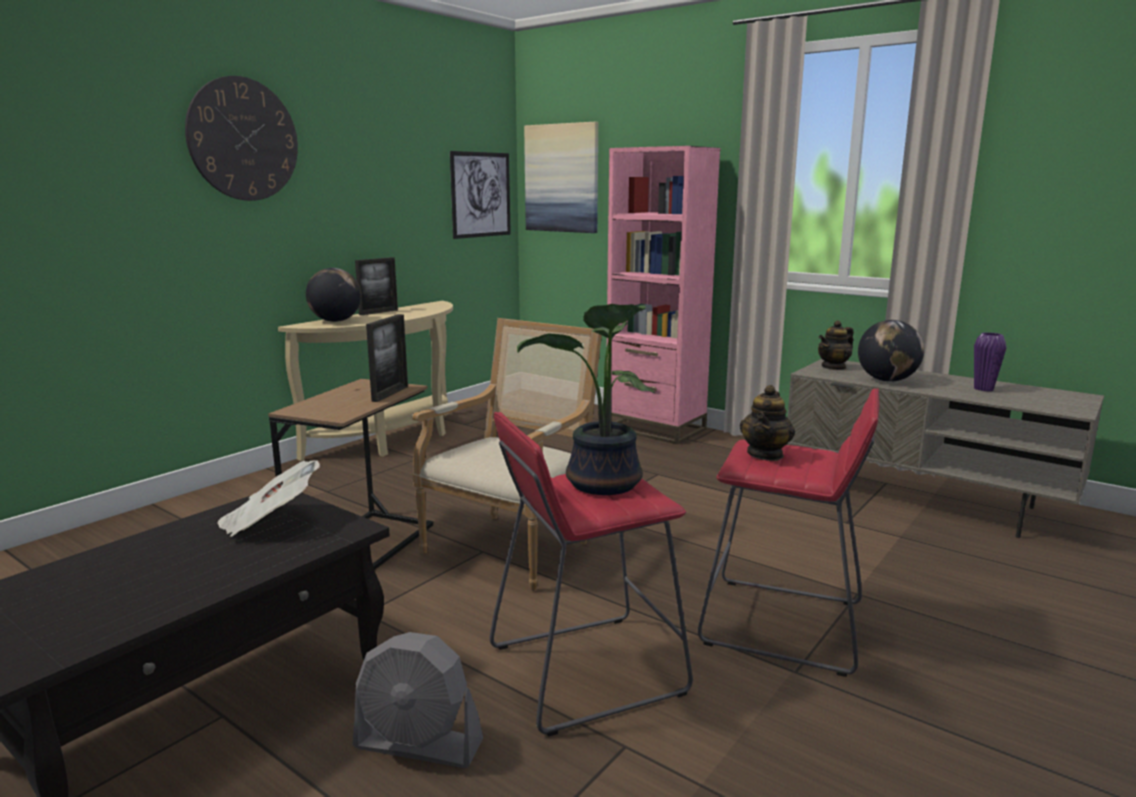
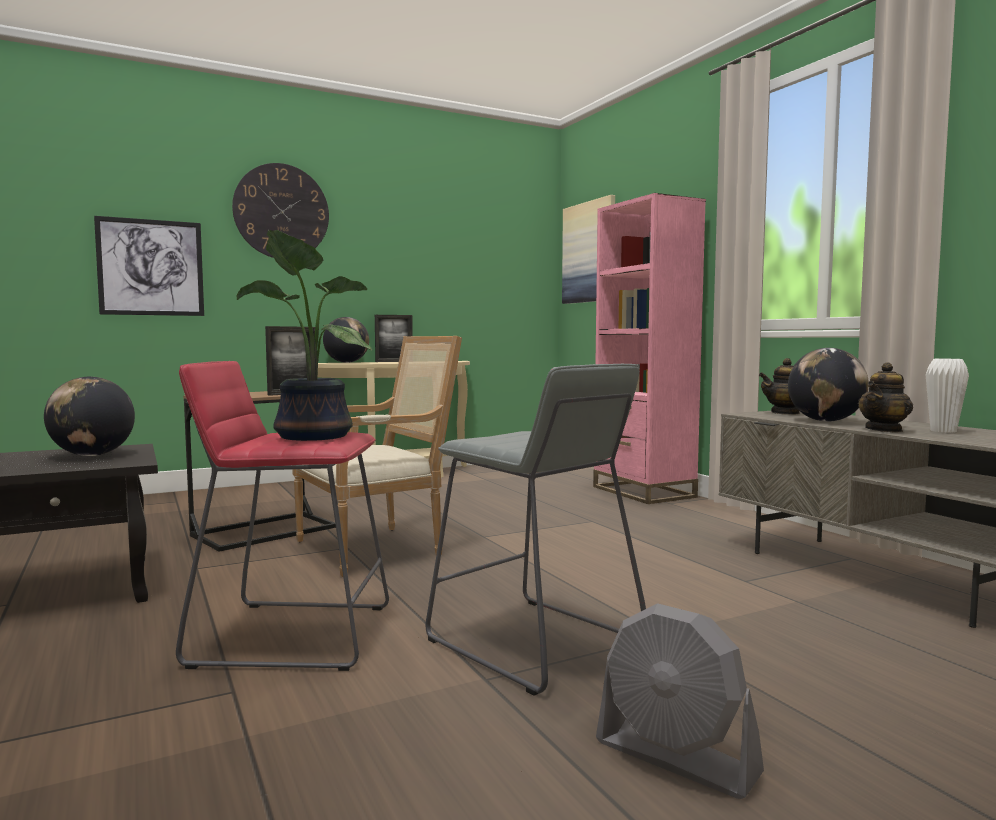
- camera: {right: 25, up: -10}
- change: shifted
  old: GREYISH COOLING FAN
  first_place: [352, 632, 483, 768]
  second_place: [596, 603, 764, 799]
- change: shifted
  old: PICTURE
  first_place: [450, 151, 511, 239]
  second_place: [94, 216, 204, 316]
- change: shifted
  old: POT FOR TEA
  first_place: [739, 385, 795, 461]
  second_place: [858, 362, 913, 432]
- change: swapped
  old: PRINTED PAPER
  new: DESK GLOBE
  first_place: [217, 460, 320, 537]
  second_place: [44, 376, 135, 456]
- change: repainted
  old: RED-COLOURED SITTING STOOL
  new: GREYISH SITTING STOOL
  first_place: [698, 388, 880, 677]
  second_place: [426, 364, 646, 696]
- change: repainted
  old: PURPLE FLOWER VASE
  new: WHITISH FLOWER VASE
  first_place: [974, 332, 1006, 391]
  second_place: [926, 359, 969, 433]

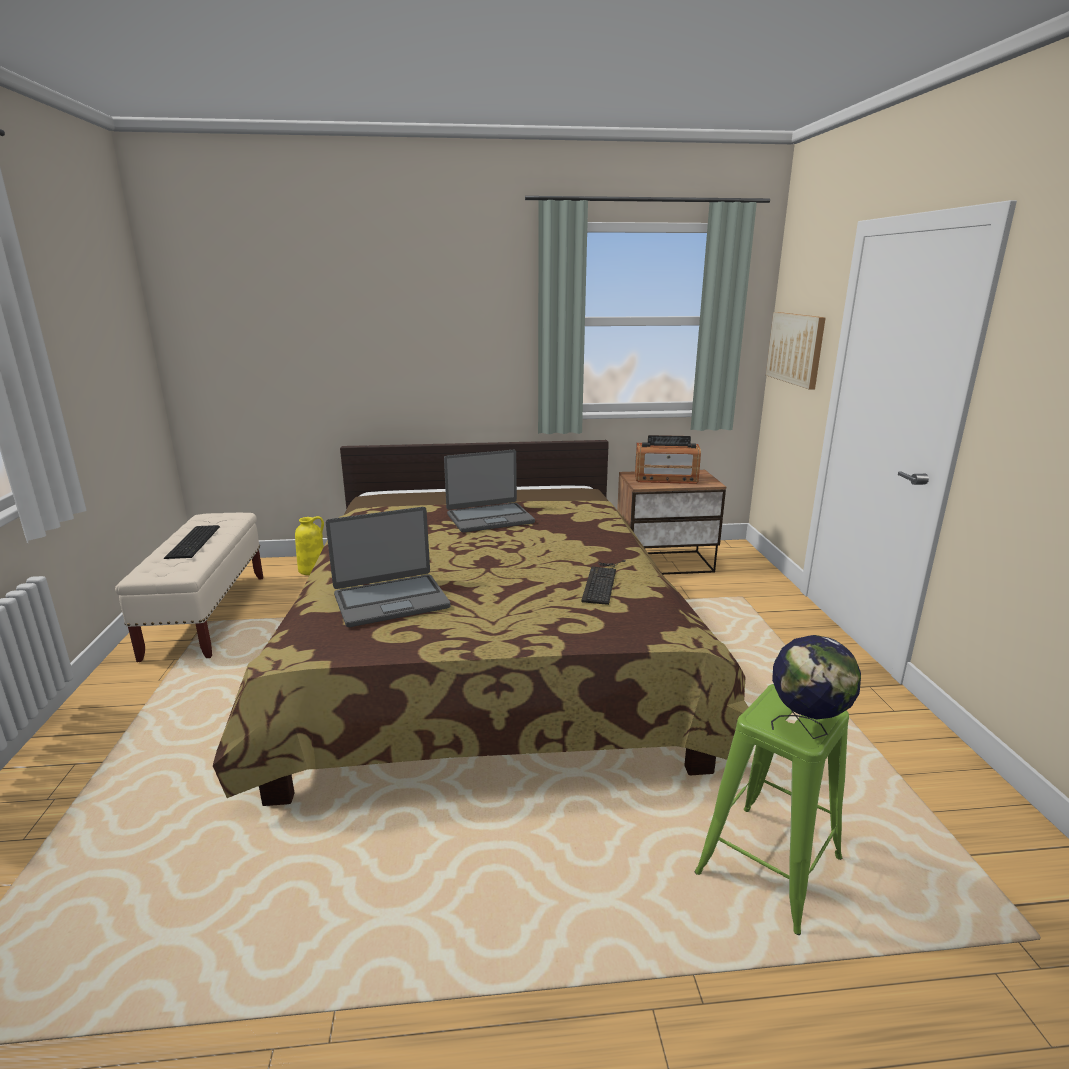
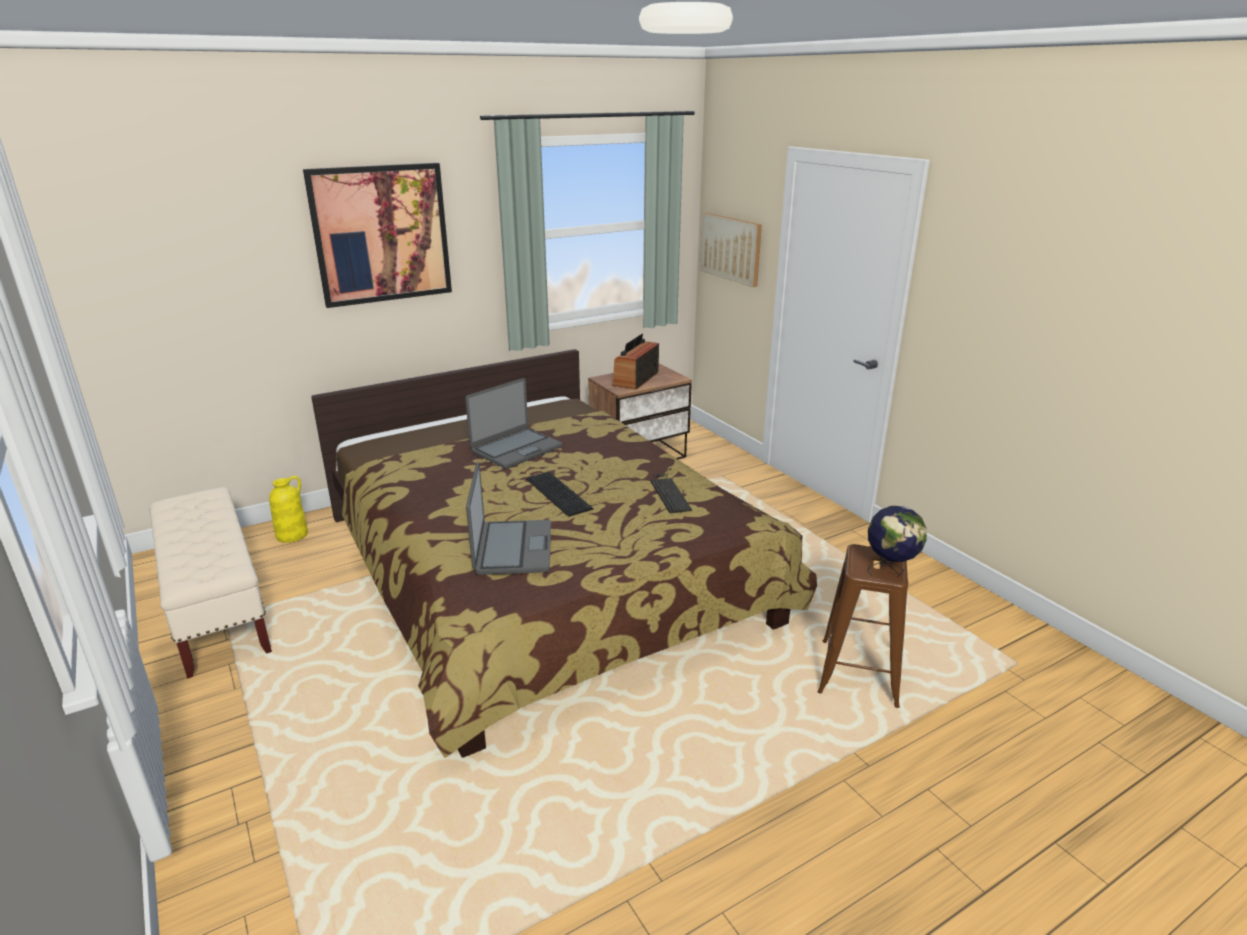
- camera: {right: -25, up: 5}
- change: new
  new: PICTURE
  second_place: [303, 163, 452, 308]
- change: shifted
  old: KEYBOARD
  first_place: [164, 525, 220, 559]
  second_place: [526, 472, 594, 517]
- change: repainted
  old: GREENISH SITTING STOOL
  new: BROWN-COLOURED SITTING STOOL
  first_place: [695, 684, 849, 935]
  second_place: [817, 544, 908, 708]
- change: rotated
  old: PORTABLE COMPUTER
  first_place: [326, 507, 451, 627]
  second_place: [466, 462, 551, 575]
  degrees: -45
- change: rotated
  old: RADIO SET
  first_place: [635, 435, 701, 484]
  second_place: [612, 334, 659, 390]
  degrees: 135

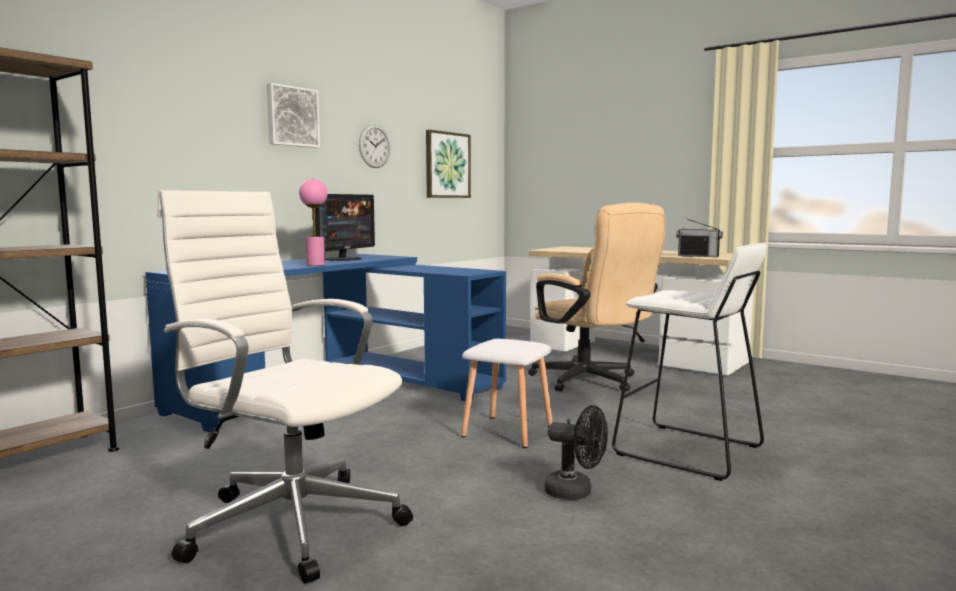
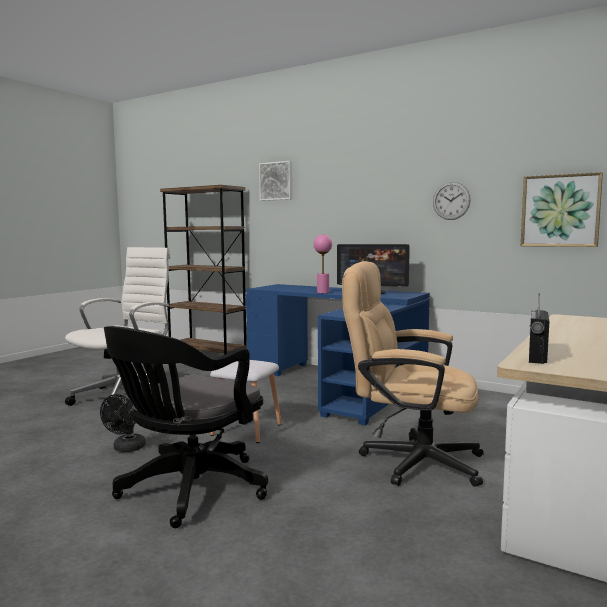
- camera: {right: 85, up: 0}
- change: shifted
  old: PICTURE
  first_place: [267, 83, 320, 148]
  second_place: [259, 161, 292, 201]
- change: swapped
  old: WHITISH SITTING STOOL
  new: BLACKISH OFFICE CHAIR
  first_place: [612, 243, 767, 481]
  second_place: [104, 326, 268, 528]
- change: rotated
  old: BEIGE OFFICE CHAIR
  first_place: [528, 203, 666, 392]
  second_place: [342, 261, 484, 487]
  degrees: 60

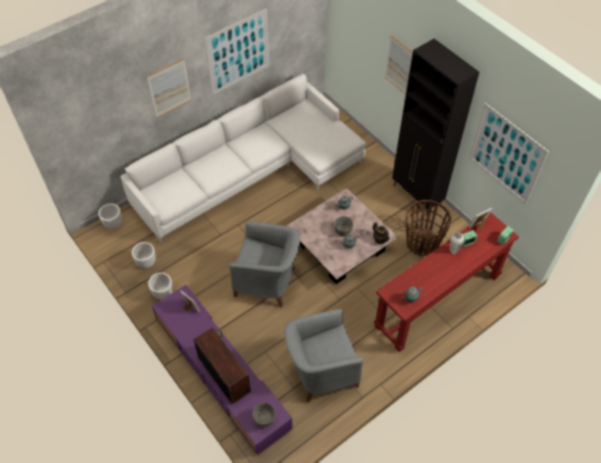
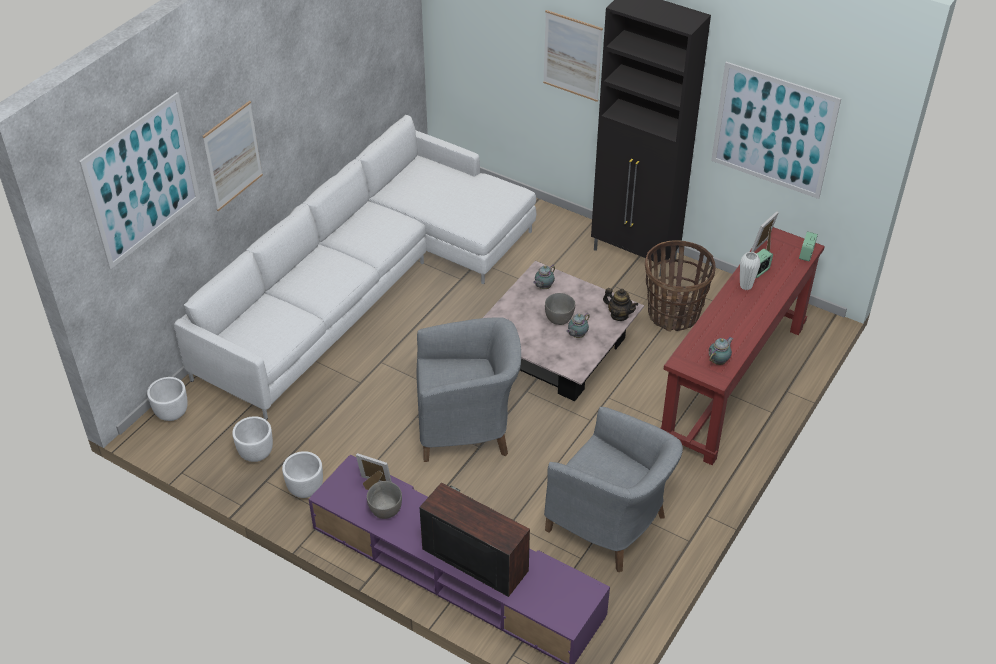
- camera: {right: -20, up: -10}
- change: shifted
  old: PICTURE
  first_place: [205, 8, 270, 95]
  second_place: [79, 92, 200, 269]
- change: shifted
  old: GREYISH SERVING BOWL
  first_place: [253, 402, 276, 427]
  second_place: [367, 481, 402, 519]
- change: rotated
  old: GREYISH ARMCHAIR
  first_place: [284, 309, 363, 403]
  second_place: [544, 407, 683, 572]
  degrees: -105

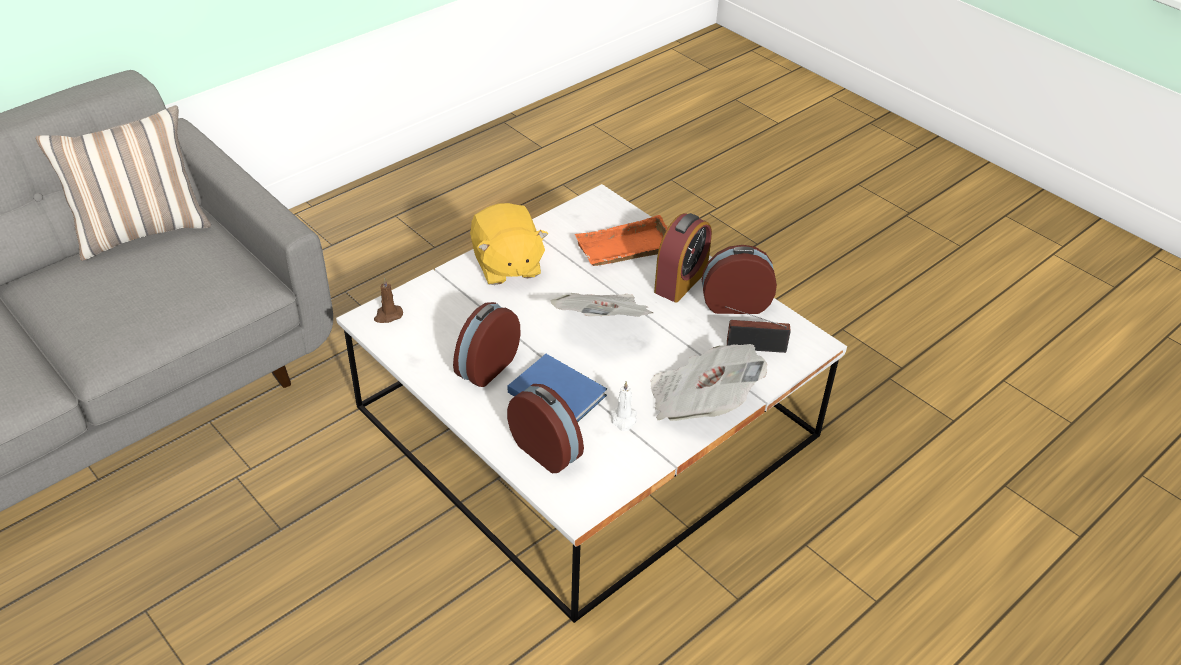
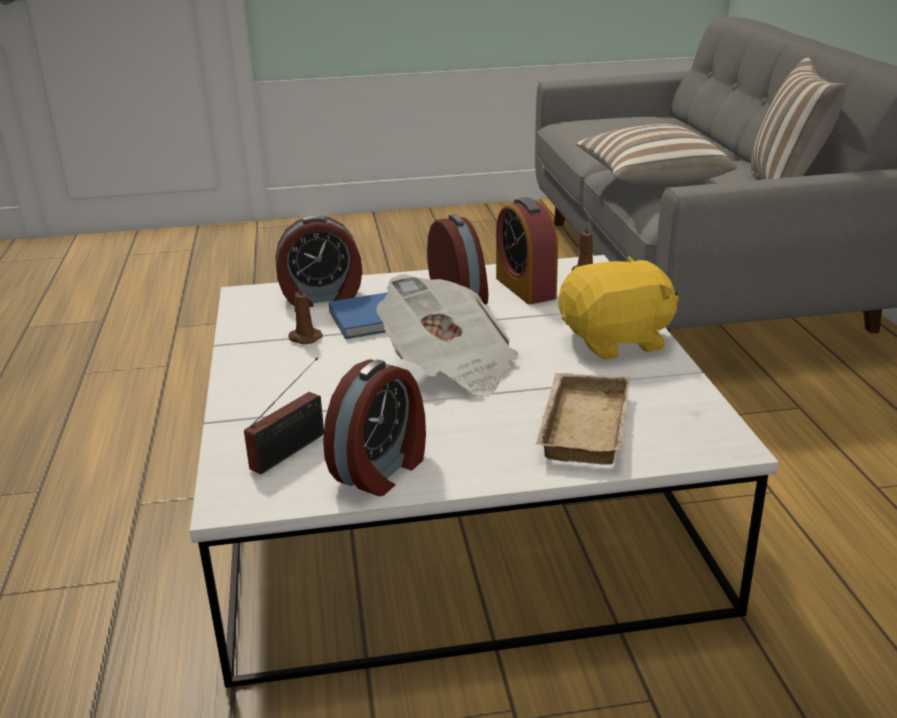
- camera: {right: 125, up: -15}
- change: gone
  old: PRINTED PAPER
  first_place: [650, 344, 767, 421]
- change: new
  new: PILLOW
  second_place: [576, 124, 737, 185]
- change: shifted
  old: BEDSIDE CLOCK
  first_place: [654, 213, 712, 302]
  second_place: [496, 197, 558, 304]
- change: repainted
  old: ORANGEY CARRYING TRAY
  new: BEIGE CARRYING TRAY
  first_place: [575, 215, 668, 266]
  second_place: [536, 373, 630, 465]
- change: repainted
  old: WHITISH WAX CANDLE
  new: BROWN-COLOURED WAX CANDLE
  first_place: [610, 381, 637, 432]
  second_place: [288, 282, 323, 344]
- change: rotated
  old: YELLOW-COLOURED CUDDLY TOY
  first_place: [470, 203, 548, 285]
  second_place: [559, 256, 679, 360]
  degrees: 150

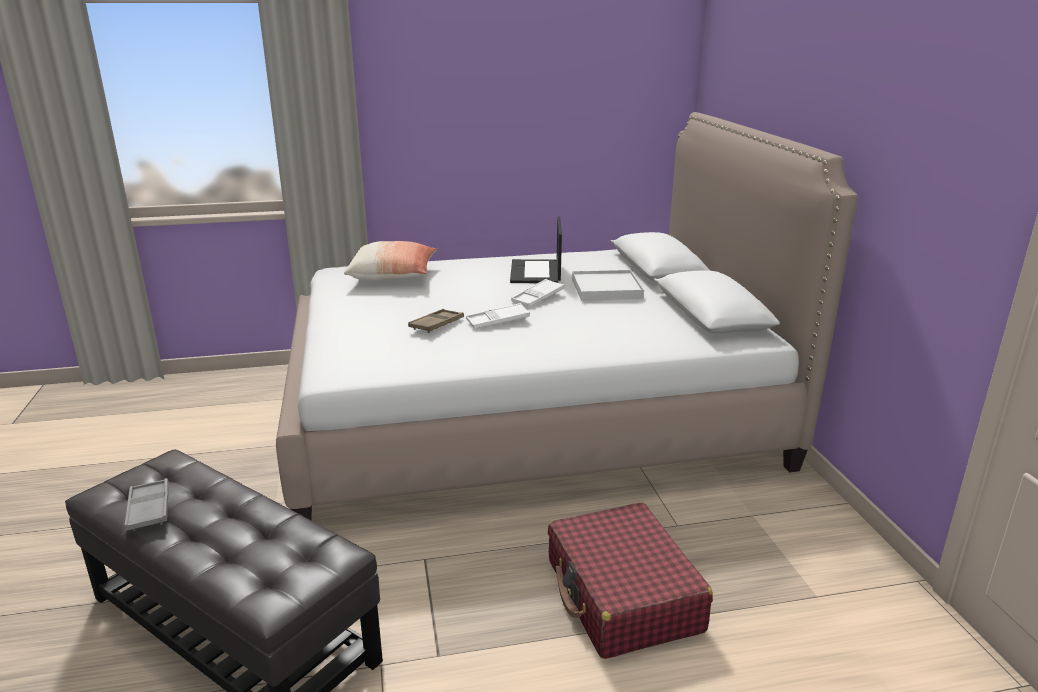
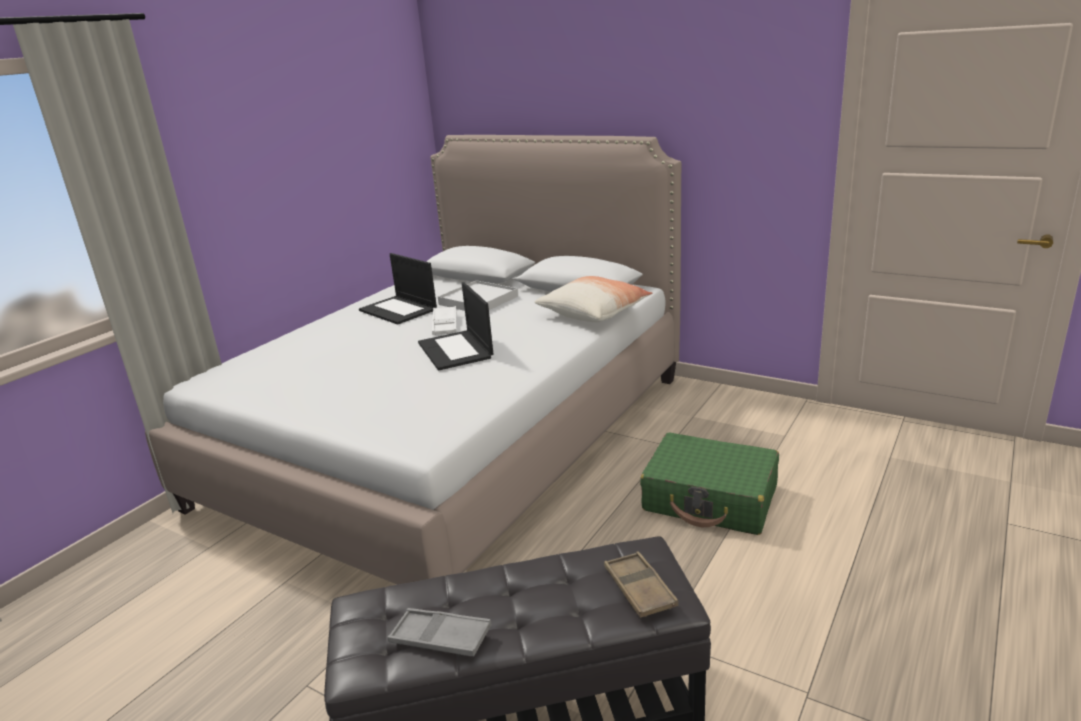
- camera: {right: -45, up: 0}
- change: shifted
  old: PILLOW
  first_place: [344, 241, 438, 281]
  second_place: [535, 276, 652, 322]
- change: shifted
  old: BROWN-COLOURED CARRYING TRAY
  first_place: [408, 309, 464, 333]
  second_place: [604, 551, 678, 618]
- change: swapped
  old: WHITISH CARRYING TRAY
  new: PORTABLE COMPUTER
  first_place: [466, 303, 530, 329]
  second_place: [418, 282, 493, 371]
- change: repainted
  old: RED-COLOURED PIECE OF LUGGAGE
  new: GREENISH PIECE OF LUGGAGE
  first_place: [548, 503, 713, 659]
  second_place: [640, 432, 779, 535]

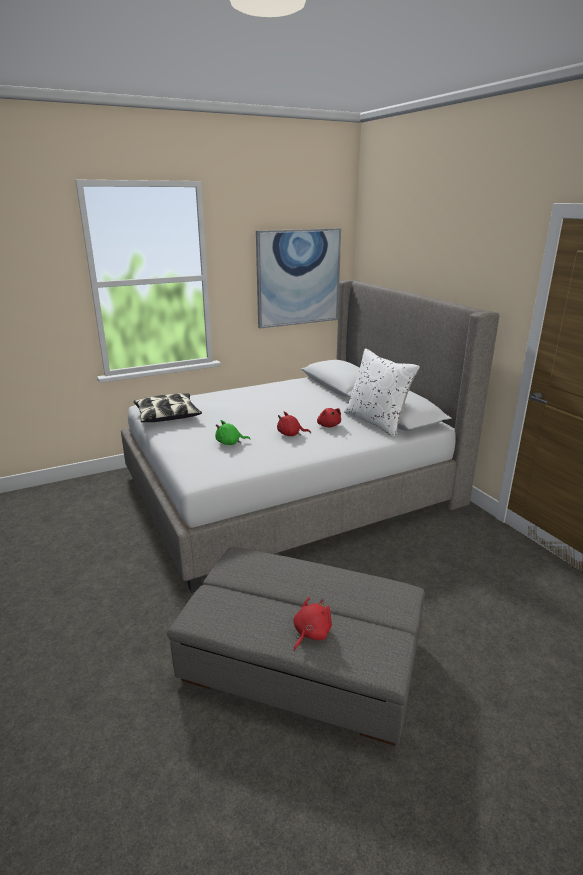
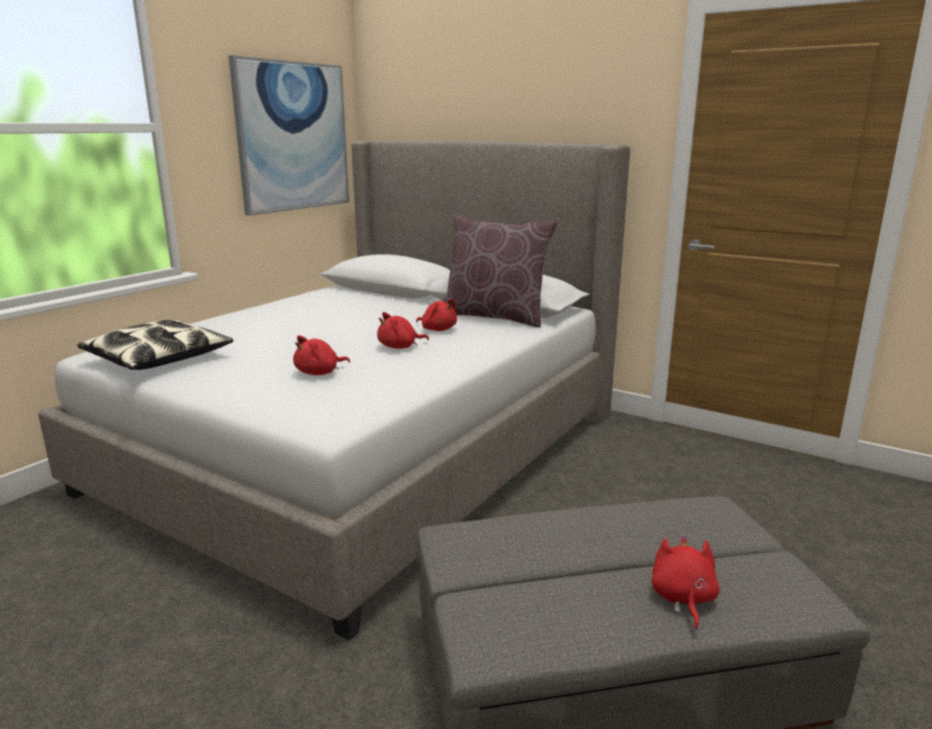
- camera: {right: -30, up: -5}
- change: repainted
  old: GREENISH CUDDLY TOY
  new: RED-COLOURED CUDDLY TOY
  first_place: [215, 420, 251, 445]
  second_place: [293, 335, 350, 375]
- change: repainted
  old: WHITISH PILLOW
  new: BROWN-COLOURED PILLOW
  first_place: [344, 349, 420, 438]
  second_place: [443, 215, 557, 327]

